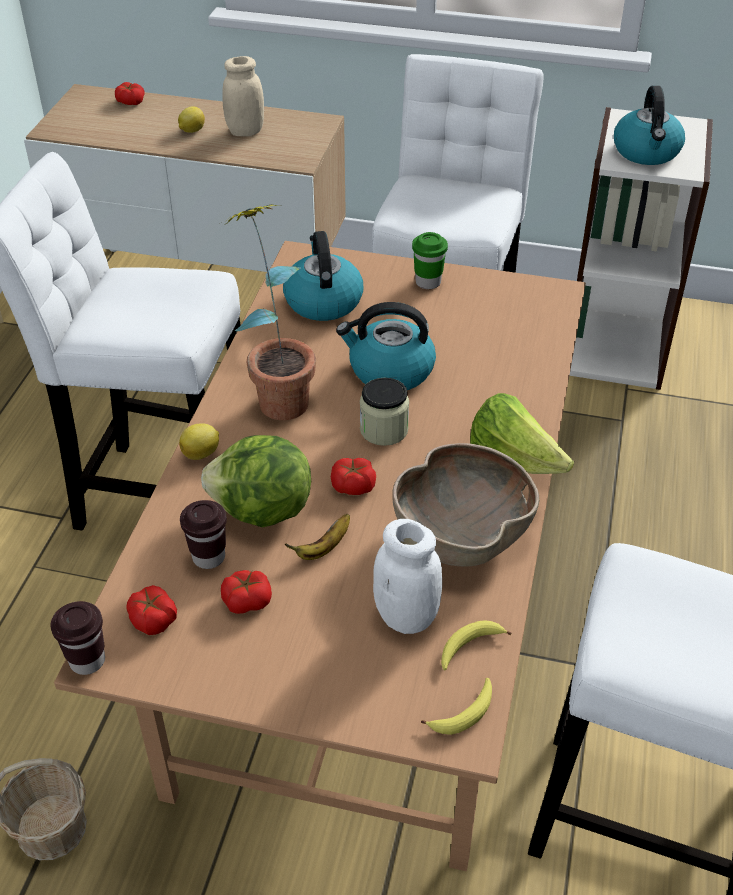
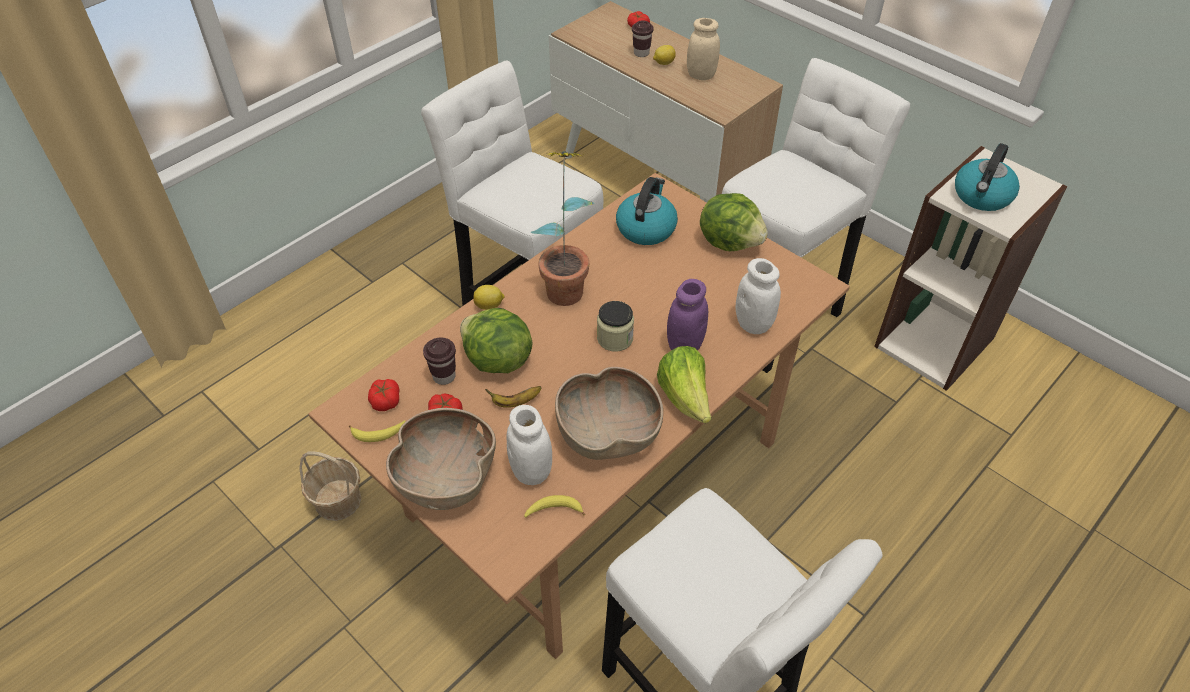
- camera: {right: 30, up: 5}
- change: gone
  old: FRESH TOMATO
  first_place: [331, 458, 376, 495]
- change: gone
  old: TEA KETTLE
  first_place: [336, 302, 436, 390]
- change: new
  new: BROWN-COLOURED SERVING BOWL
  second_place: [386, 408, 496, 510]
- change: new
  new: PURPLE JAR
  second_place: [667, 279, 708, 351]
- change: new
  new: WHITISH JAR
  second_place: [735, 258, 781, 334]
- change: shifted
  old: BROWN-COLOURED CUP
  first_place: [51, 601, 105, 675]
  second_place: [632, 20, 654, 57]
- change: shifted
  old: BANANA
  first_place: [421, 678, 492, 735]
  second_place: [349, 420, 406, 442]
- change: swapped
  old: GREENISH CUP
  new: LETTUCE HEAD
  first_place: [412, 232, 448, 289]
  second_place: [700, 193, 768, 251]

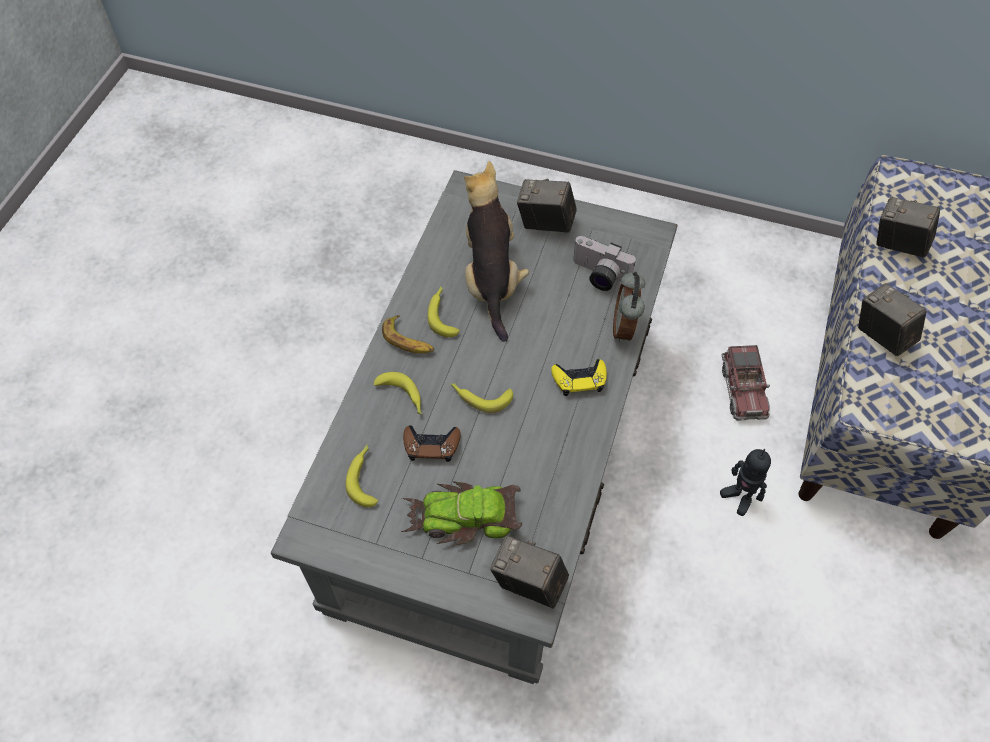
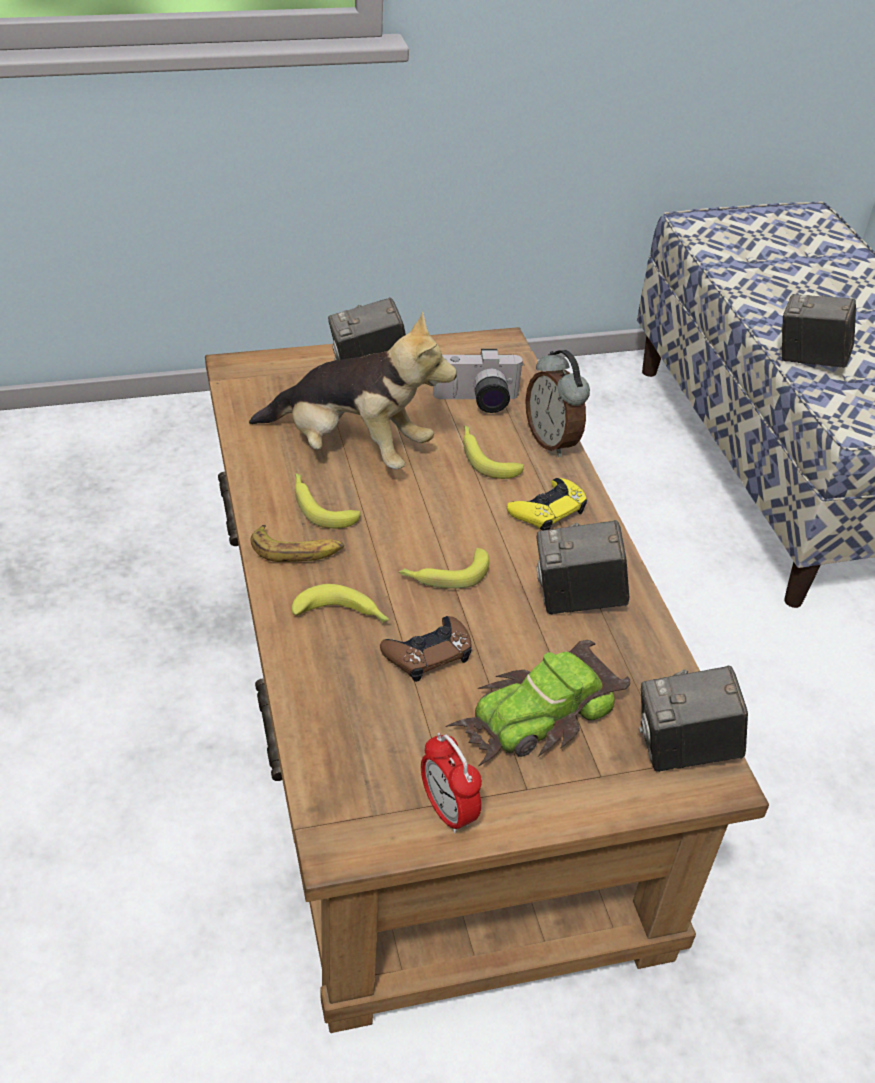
- camera: {right: -35, up: -15}
- change: gone
  old: MODEL ROBOT
  first_place: [720, 449, 771, 516]
- change: gone
  old: MODEL TRUCK
  first_place: [722, 345, 770, 421]
- change: new
  new: BEDSIDE CLOCK
  second_place: [421, 733, 482, 833]
- change: shifted
  old: BANANA
  first_place: [346, 445, 378, 507]
  second_place: [463, 425, 524, 479]
- change: shifted
  old: STILL CAMERA
  first_place: [876, 197, 940, 258]
  second_place: [536, 520, 629, 614]
- change: repainted
  old: GREYISH LOUNGE TABLE
  new: BROWN-COLOURED LOUNGE TABLE
  first_place: [271, 170, 677, 684]
  second_place: [205, 327, 769, 1033]
- change: rotated
  old: CUDDLY TOY
  first_place: [464, 161, 529, 342]
  second_place: [249, 311, 457, 469]
  degrees: 150

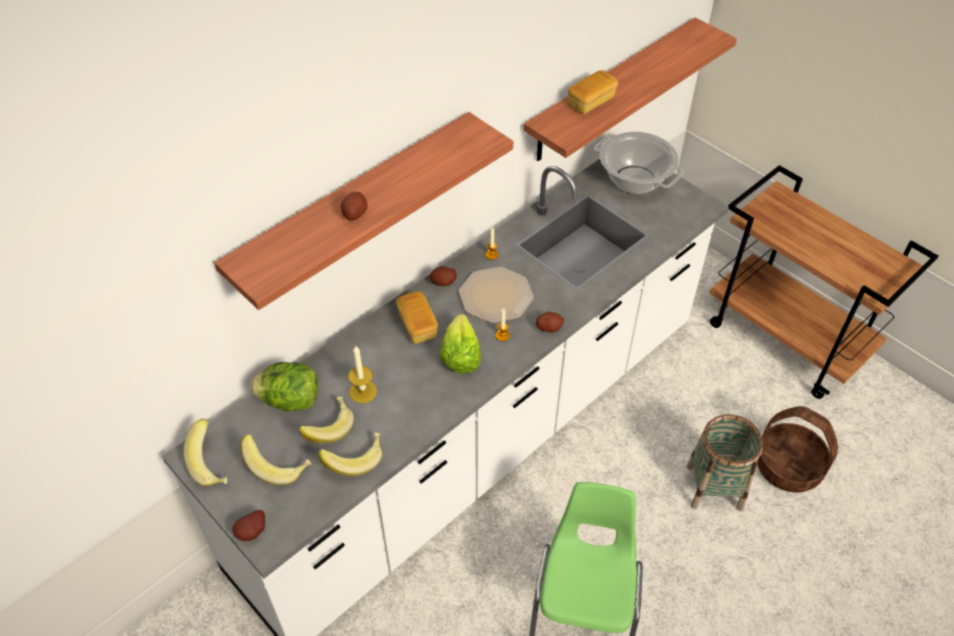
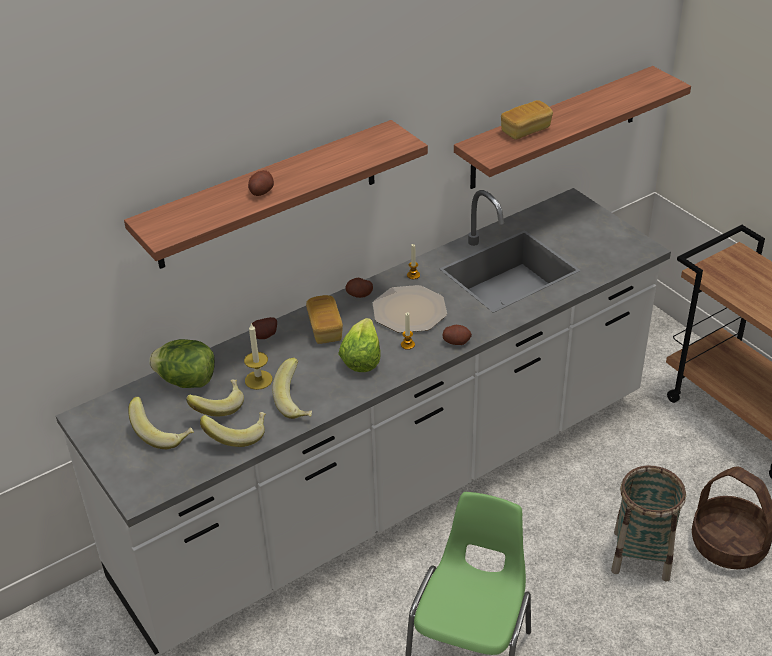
- camera: {right: 10, up: -10}
- change: gone
  old: COOKING POT
  first_place: [594, 132, 684, 194]
- change: shifted
  old: BANANA
  first_place: [183, 419, 227, 486]
  second_place: [272, 358, 312, 419]
- change: shifted
  old: WHOLE POTATO
  first_place: [232, 510, 265, 541]
  second_place: [252, 317, 277, 339]

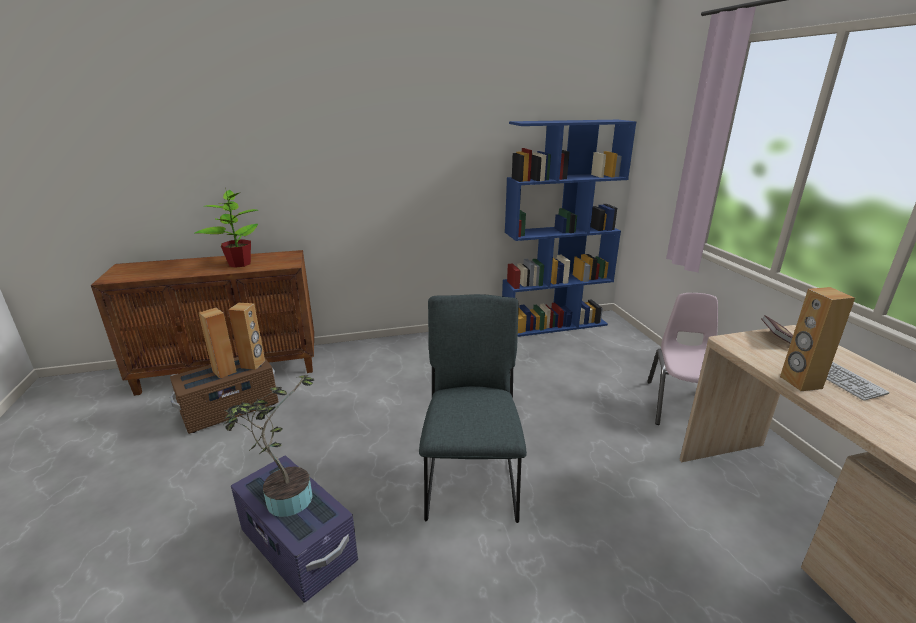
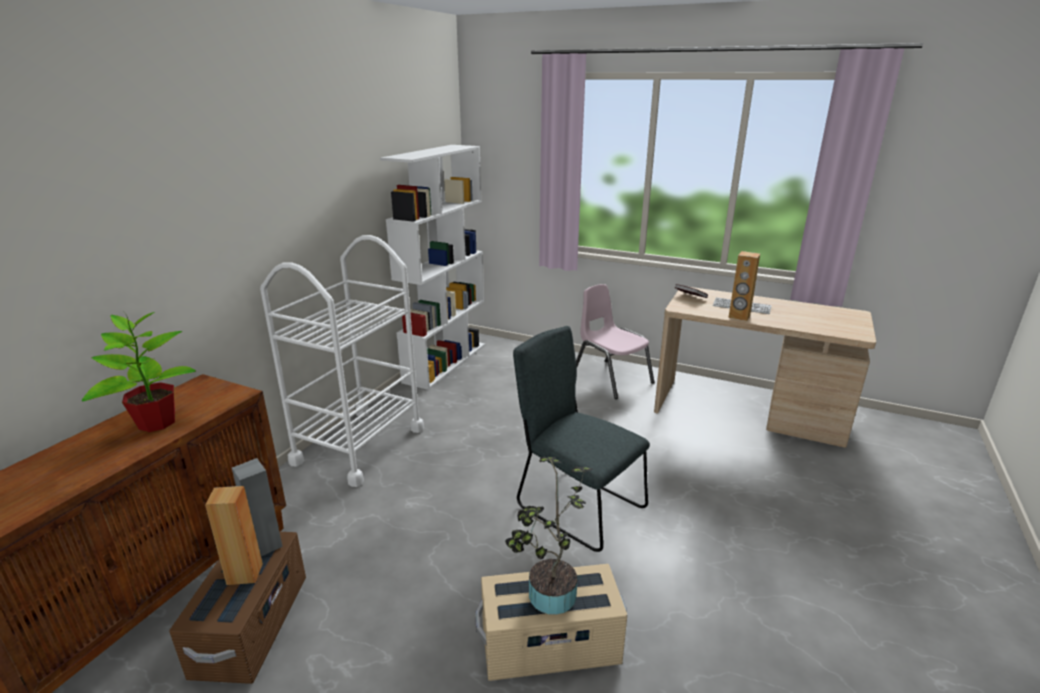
- camera: {right: -50, up: 0}
- change: new
  new: WHITISH TROLLEY
  second_place: [260, 235, 424, 487]
- change: repainted
  old: BROWN-COLOURED AUDIO SPEAKER
  new: GREYISH AUDIO SPEAKER
  first_place: [228, 303, 265, 370]
  second_place: [232, 458, 283, 557]
- change: repainted
  old: PURPLE STORAGE CONTAINER
  new: BEIGE STORAGE CONTAINER
  first_place: [231, 456, 358, 603]
  second_place: [475, 564, 627, 681]
- change: repainted
  old: BLUISH BOOKCASE
  new: WHITISH BOOKCASE
  first_place: [502, 120, 637, 337]
  second_place: [380, 145, 485, 390]

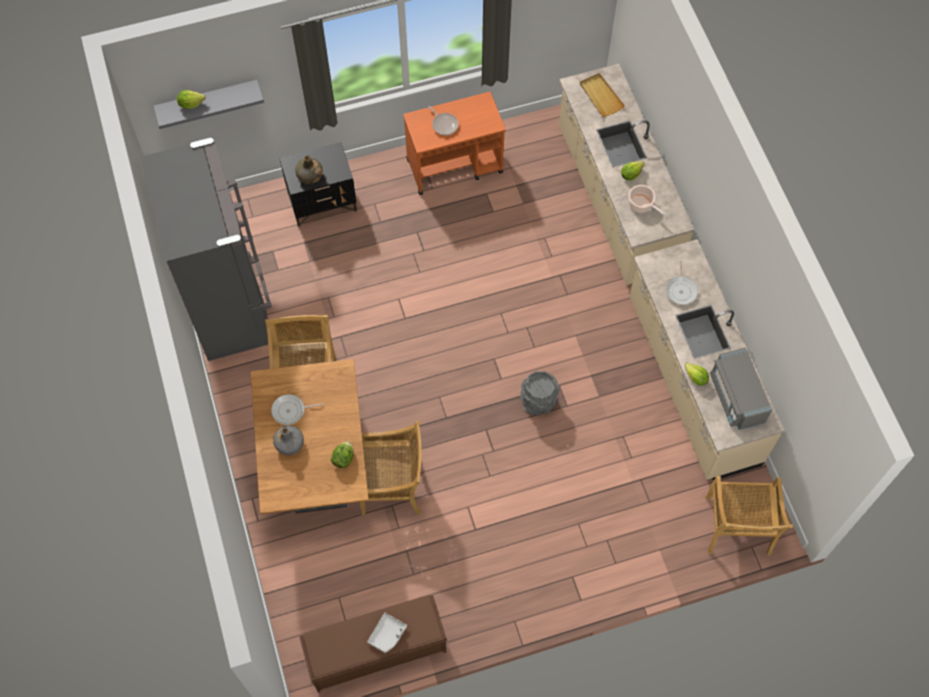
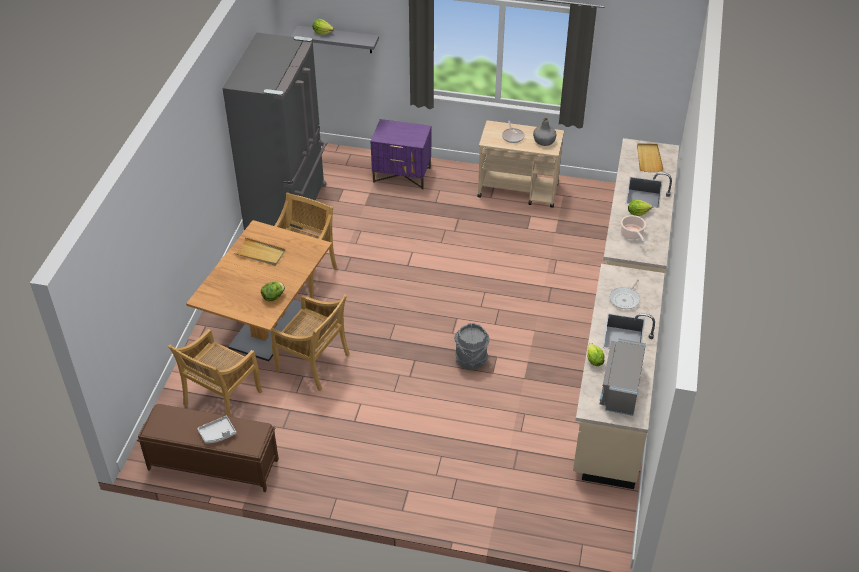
- camera: {right: 30, up: -20}
- change: gone
  old: GREENISH DRINK BOTTLE
  first_place: [295, 155, 323, 184]
- change: shifted
  old: GREYISH DRINK BOTTLE
  first_place: [273, 425, 304, 455]
  second_place: [533, 118, 557, 146]
- change: shifted
  old: BEIGE PLAIN CHAIR
  first_place: [706, 476, 793, 555]
  second_place: [168, 329, 262, 416]
- change: swapped
  old: FRYING PAN
  new: BEIGE CARRYING TRAY
  first_place: [271, 394, 323, 425]
  second_place: [234, 237, 286, 266]
- change: repainted
  old: BLACKISH BEDSIDE TABLE
  new: PURPLE BEDSIDE TABLE
  first_place: [280, 142, 357, 227]
  second_place: [370, 119, 431, 190]
- change: repainted
  old: ORANGEY TROLLEY
  new: BEIGE TROLLEY
  first_place: [403, 92, 506, 195]
  second_place: [477, 120, 564, 208]

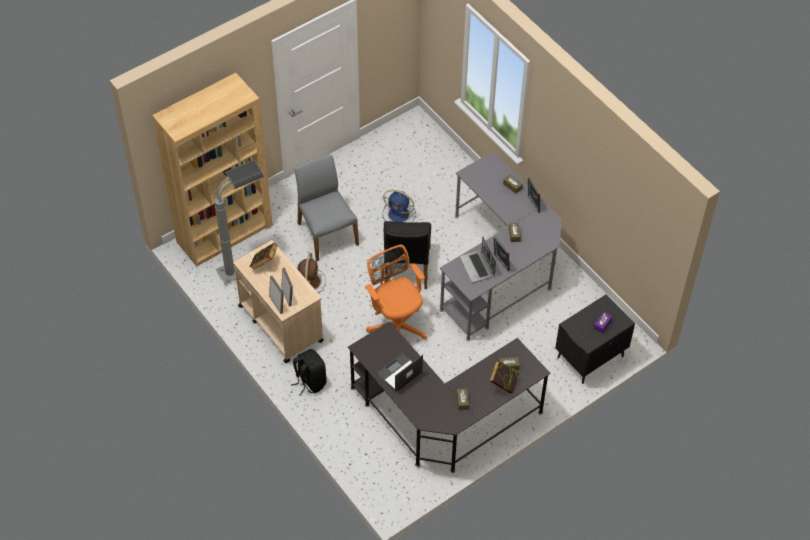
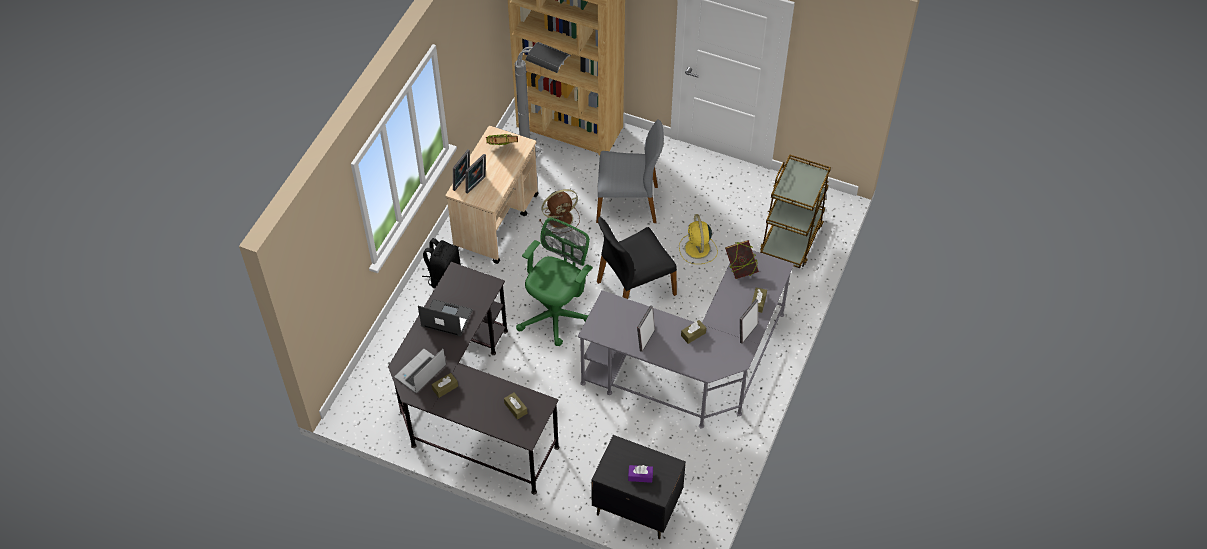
- camera: {right: 60, up: 0}
- change: new
  new: BROWN-COLOURED TROLLEY
  second_place: [760, 155, 831, 268]
- change: shifted
  old: PORTABLE COMPUTER
  first_place: [460, 236, 496, 283]
  second_place: [395, 349, 446, 393]
- change: shifted
  old: VOLUME
  first_place: [489, 361, 520, 393]
  second_place: [725, 240, 759, 279]
- change: repainted
  old: ORANGEY OFFICE CHAIR
  new: GREENISH OFFICE CHAIR
  first_place: [365, 245, 427, 340]
  second_place: [516, 218, 593, 346]
- change: repainted
  old: BLUISH COOLING FAN
  new: YELLOW-COLOURED COOLING FAN
  first_place: [383, 190, 416, 223]
  second_place: [679, 214, 718, 264]
- change: rotated
  old: GREYISH PLAIN CHAIR
  first_place: [295, 154, 359, 261]
  second_place: [596, 119, 664, 223]
  degrees: 60

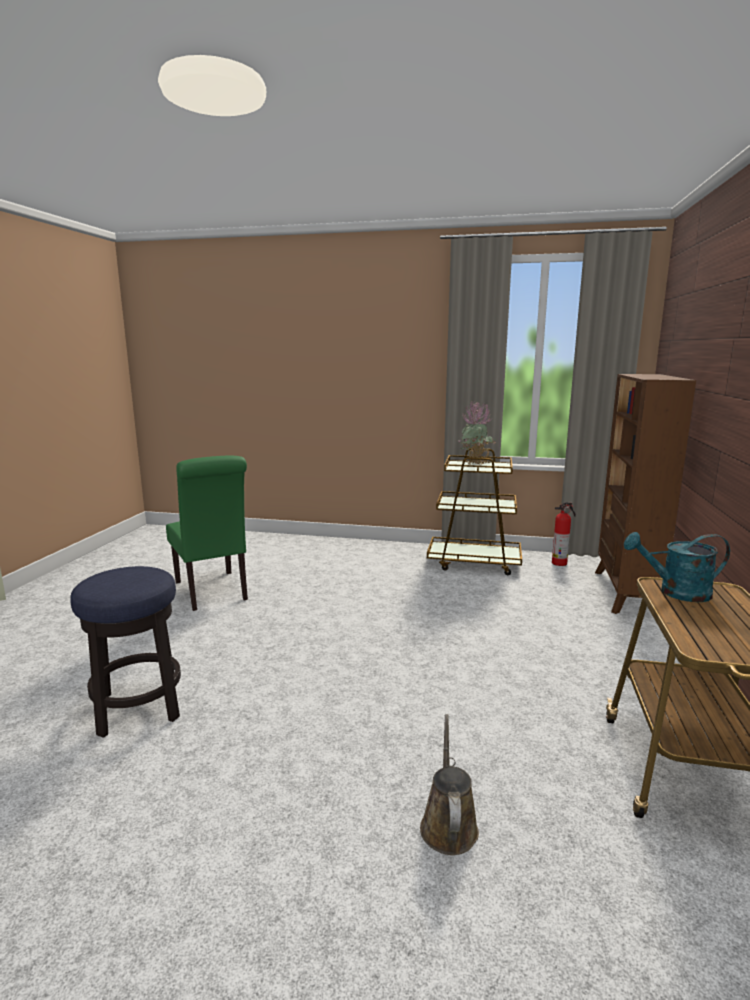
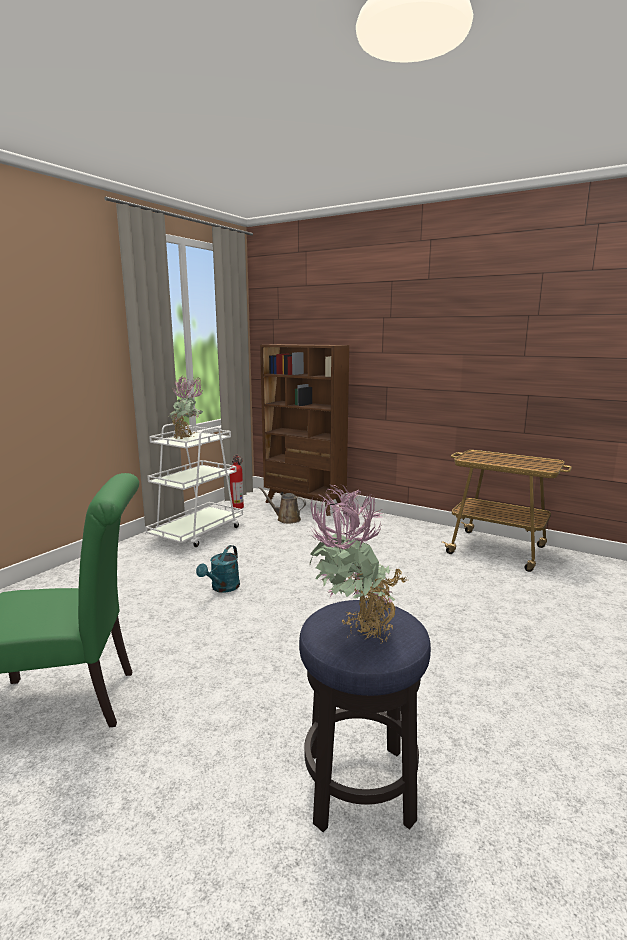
- camera: {right: -70, up: 0}
- change: new
  new: HOUSEPLANT
  second_place: [309, 484, 409, 644]
- change: shifted
  old: BROWN-COLOURED SPRINKLING CAN
  first_place: [420, 714, 479, 855]
  second_place: [259, 487, 306, 524]
- change: shifted
  old: BLUE-GREEN SPRINKLING CAN
  first_place: [624, 532, 730, 602]
  second_place: [196, 545, 240, 593]
- change: repainted
  old: BROWN-COLOURED TROLLEY
  new: WHITISH TROLLEY
  first_place: [427, 448, 522, 575]
  second_place: [145, 424, 243, 547]

